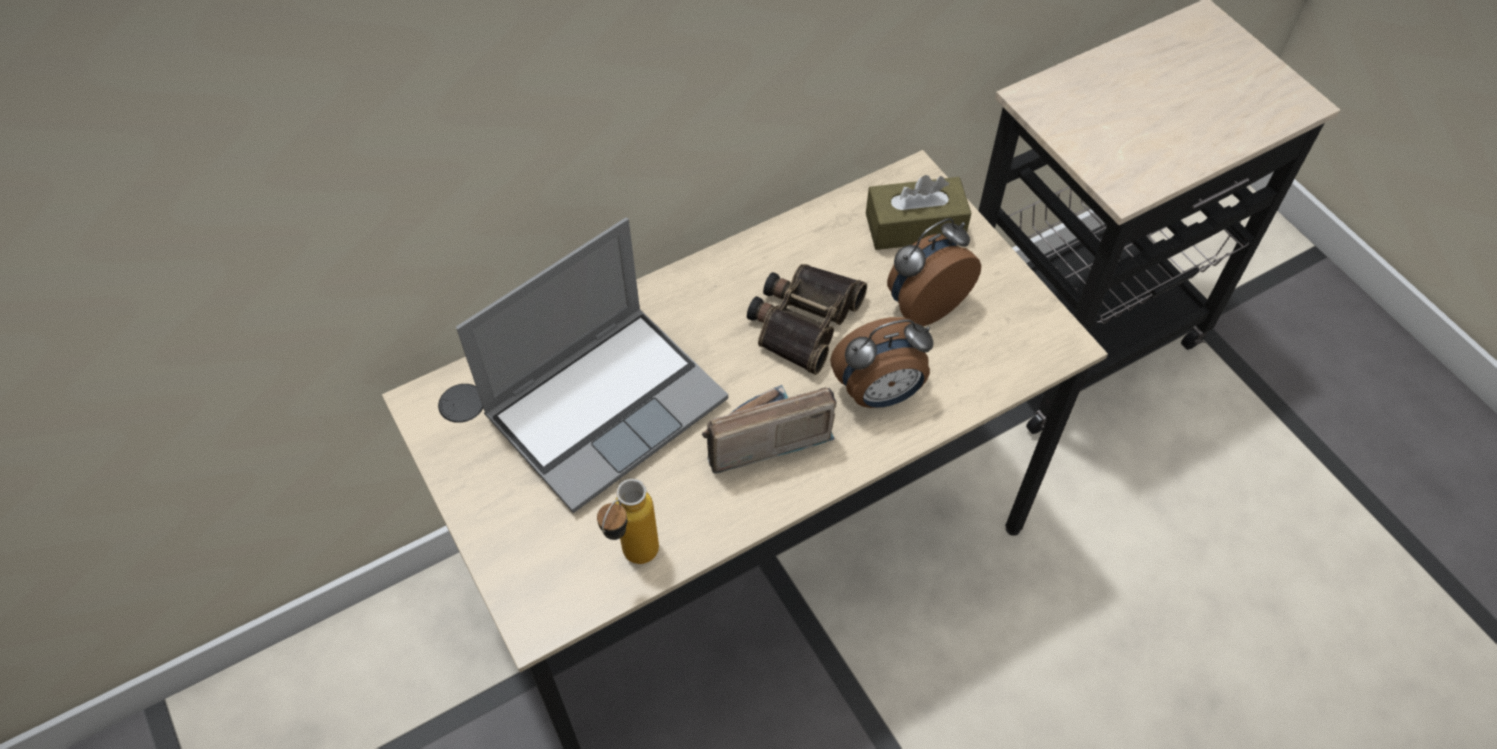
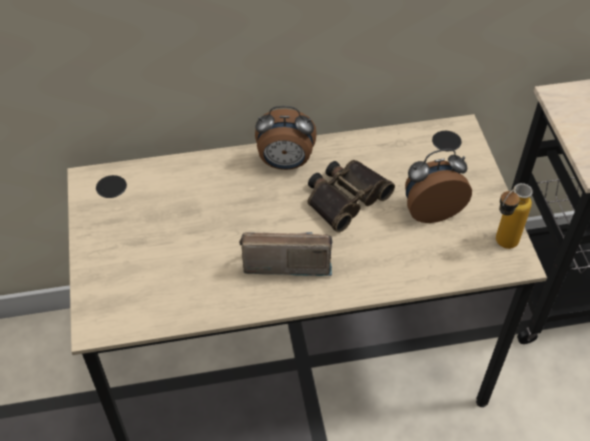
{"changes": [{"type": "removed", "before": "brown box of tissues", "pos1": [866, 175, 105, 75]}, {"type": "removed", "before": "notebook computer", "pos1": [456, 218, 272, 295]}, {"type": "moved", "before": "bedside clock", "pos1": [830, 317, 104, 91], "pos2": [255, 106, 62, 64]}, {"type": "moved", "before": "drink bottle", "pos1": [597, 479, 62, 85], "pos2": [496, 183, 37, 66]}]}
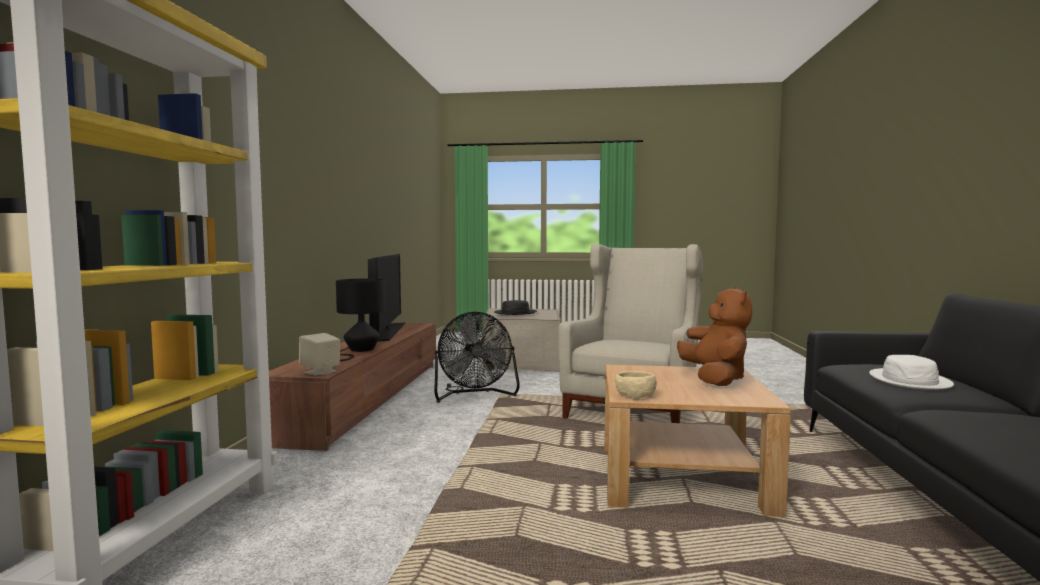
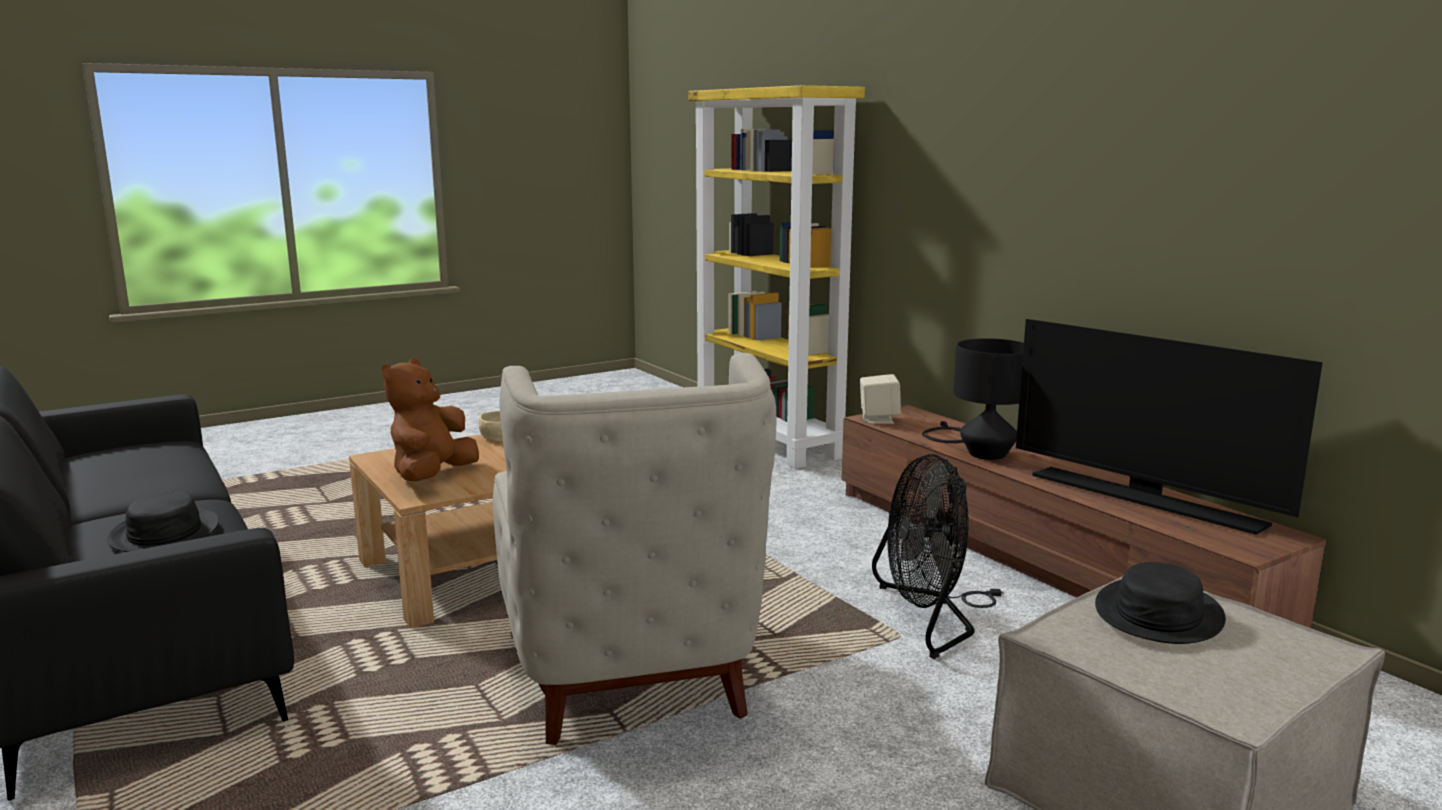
{"changes": [{"type": "turned", "before": "brown cuddly toy", "pos1": [677, 286, 75, 100], "pos2": [382, 358, 97, 123], "turn": 60}, {"type": "turned", "before": "black-coloured fan", "pos1": [434, 312, 86, 91], "pos2": [872, 454, 132, 205], "turn": -45}, {"type": "recoloured", "before": "white-coloured clothing hat", "after": "black-coloured clothing hat", "pos1": [869, 355, 85, 35], "pos2": [107, 492, 112, 60]}]}
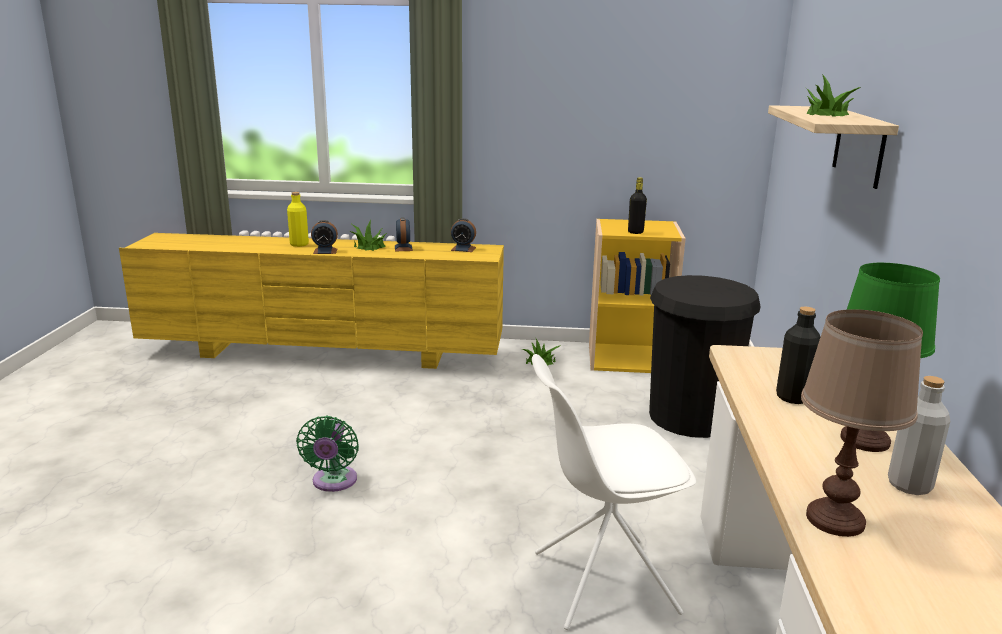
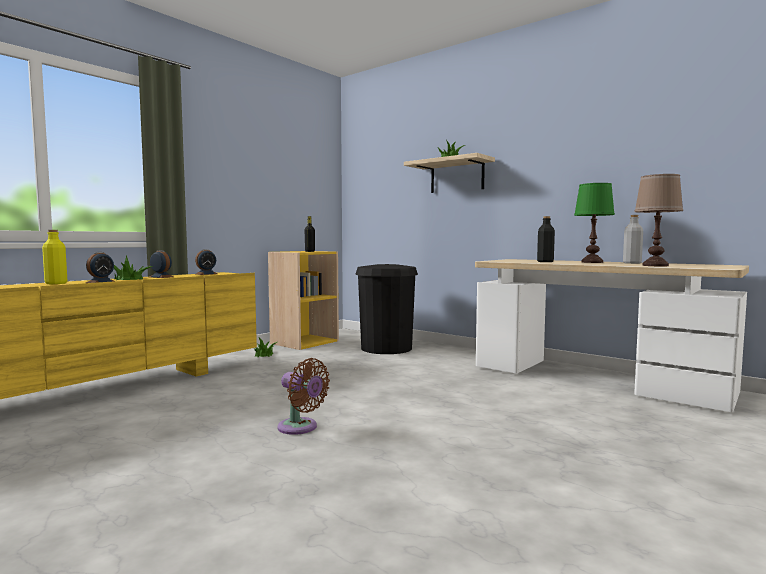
{"changes": [{"type": "removed", "before": "white-coloured plain chair", "pos1": [532, 354, 164, 276]}, {"type": "recoloured", "before": "green-coloured fan", "after": "brown fan", "pos1": [296, 416, 63, 76], "pos2": [277, 358, 53, 77]}]}
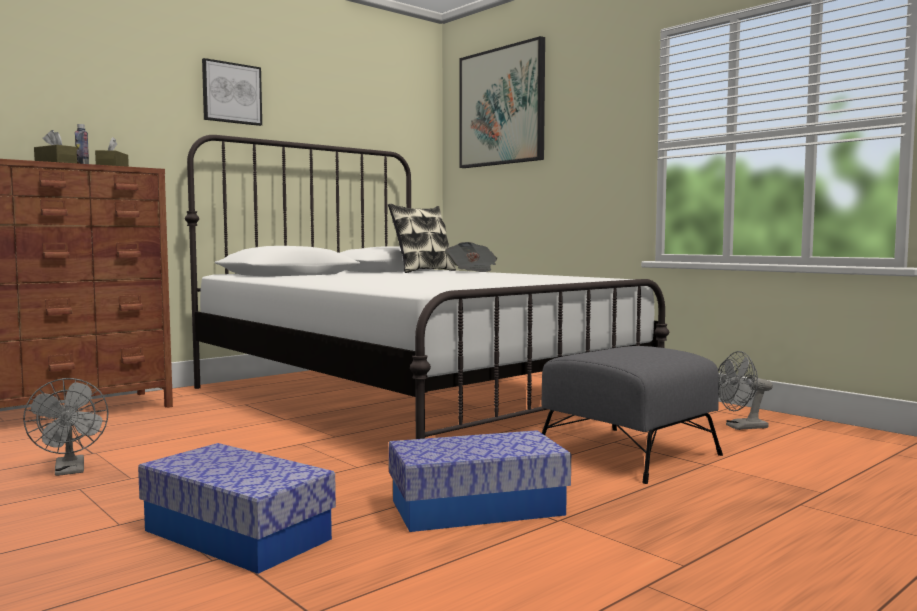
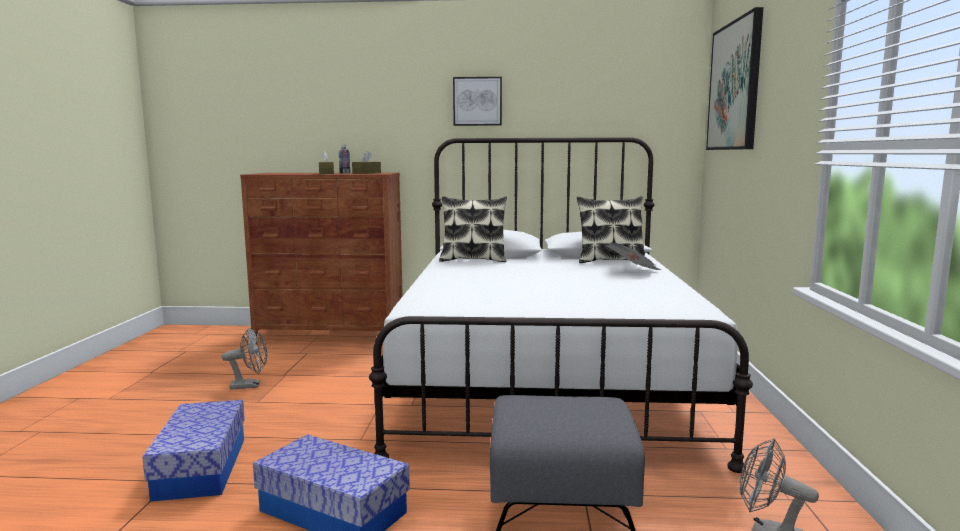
{"changes": [{"type": "turned", "before": "grey fan", "pos1": [23, 378, 85, 98], "pos2": [222, 327, 45, 62], "turn": -120}, {"type": "added", "after": "cushion", "pos2": [439, 196, 68, 66]}]}
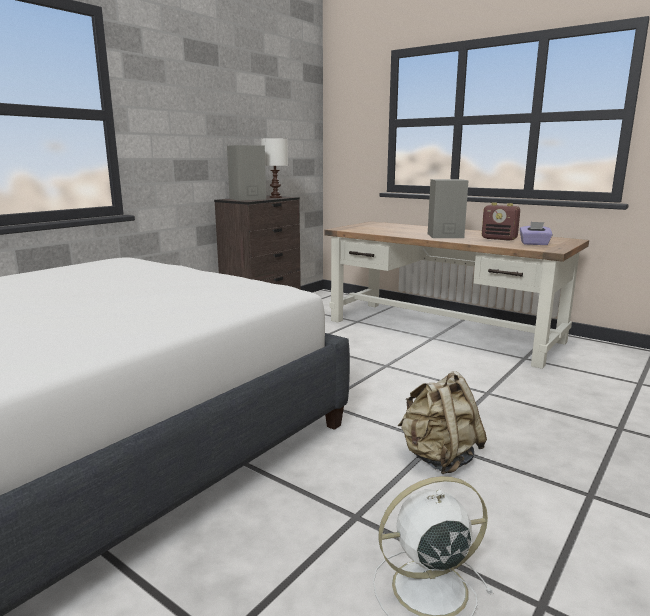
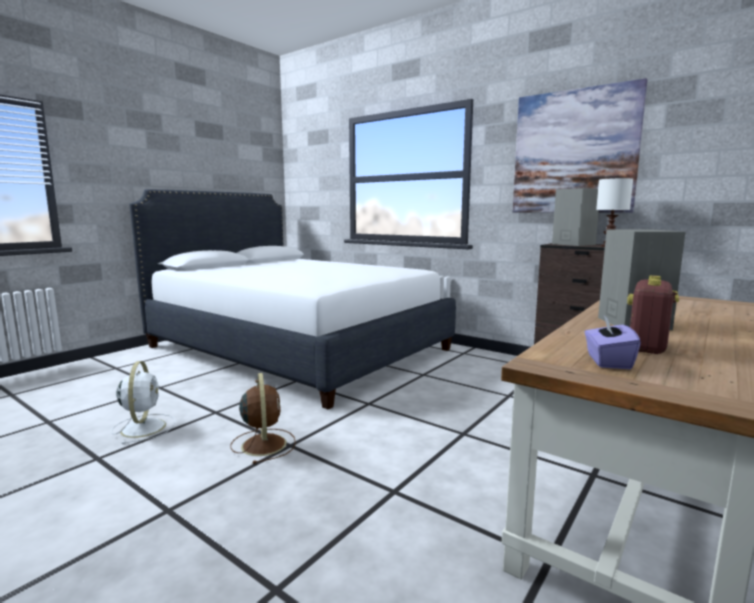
{"changes": [{"type": "replaced", "before": "sand-coloured knapsack", "after": "brown fan", "pos1": [398, 371, 89, 103], "pos2": [230, 373, 66, 91]}, {"type": "added", "after": "picture", "pos2": [513, 78, 134, 135]}]}
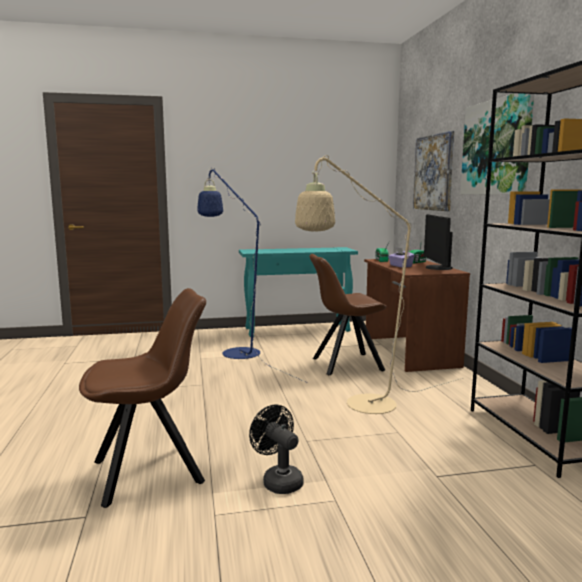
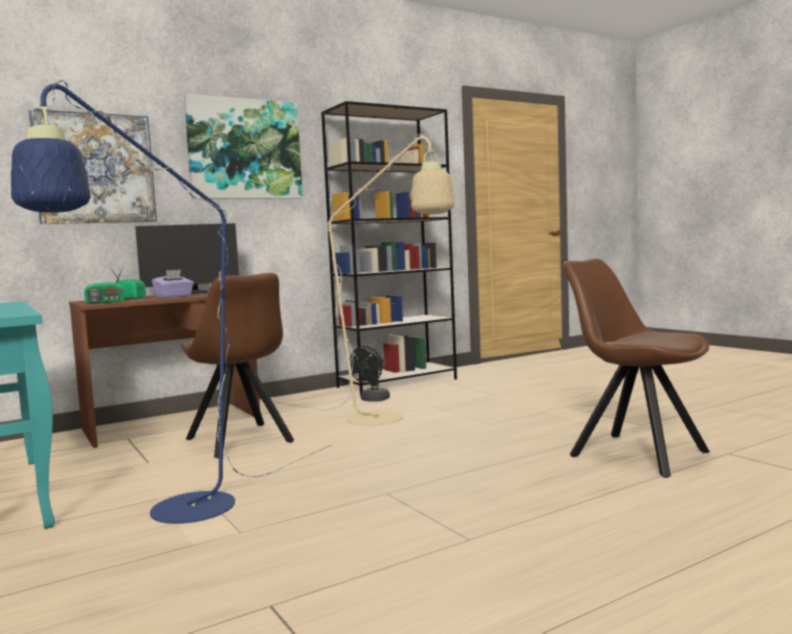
{"changes": [{"type": "moved", "before": "black-coloured fan", "pos1": [249, 404, 55, 90], "pos2": [350, 346, 40, 56]}]}
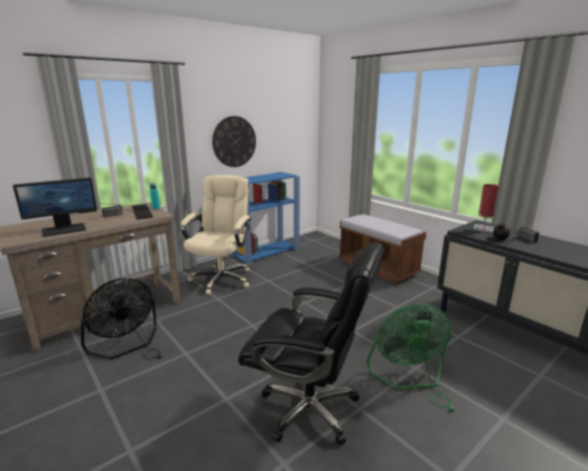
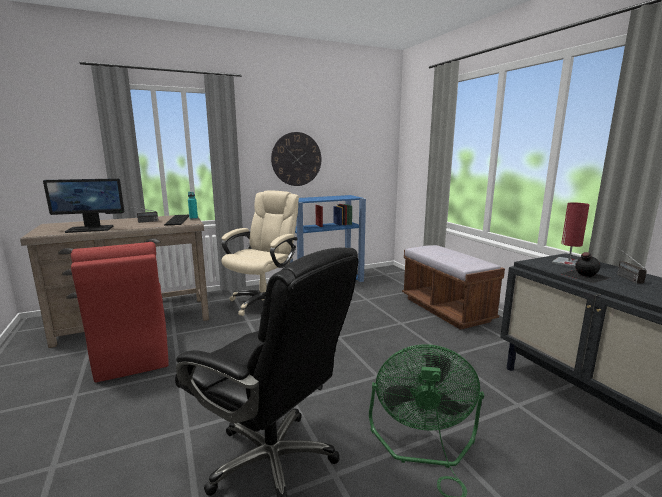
{"changes": [{"type": "replaced", "before": "black-coloured fan", "after": "red plain chair", "pos1": [80, 278, 82, 81], "pos2": [71, 242, 98, 141]}]}
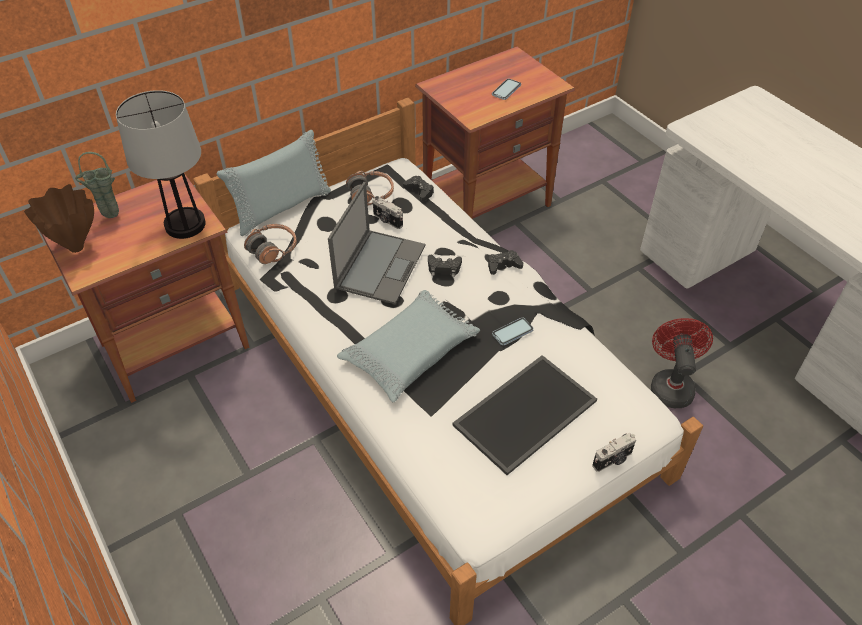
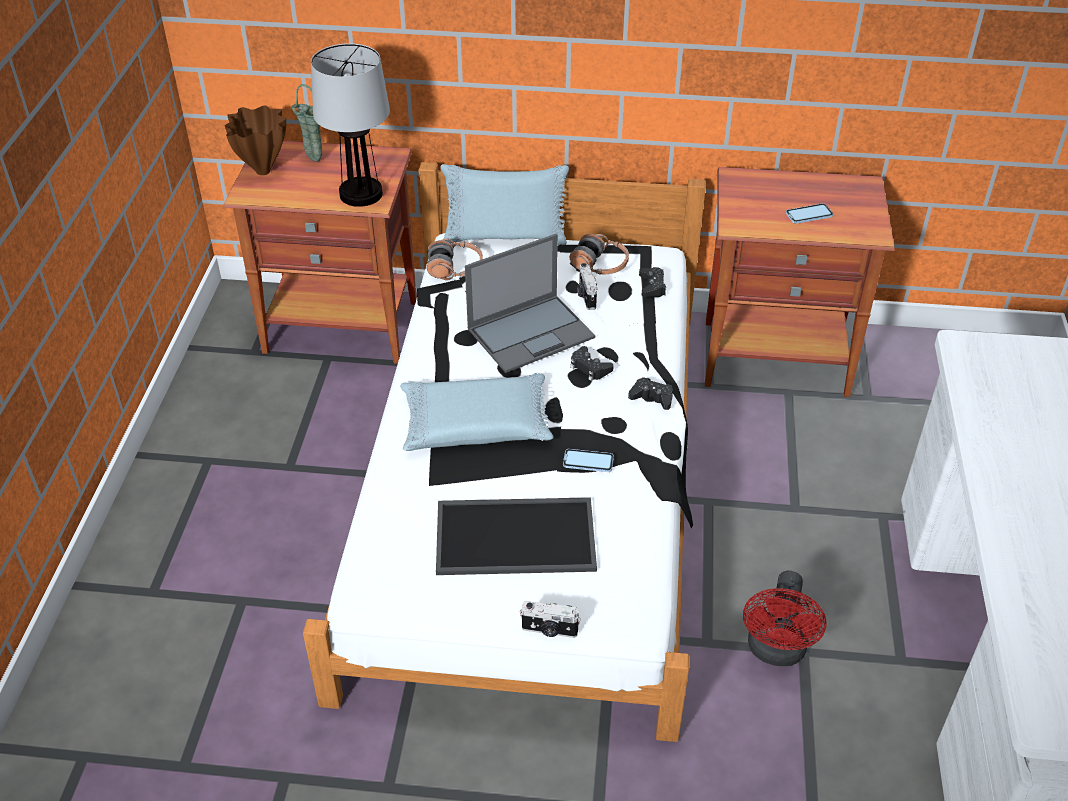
{"changes": [{"type": "turned", "before": "red fan", "pos1": [651, 318, 62, 90], "pos2": [743, 571, 84, 95], "turn": 150}]}
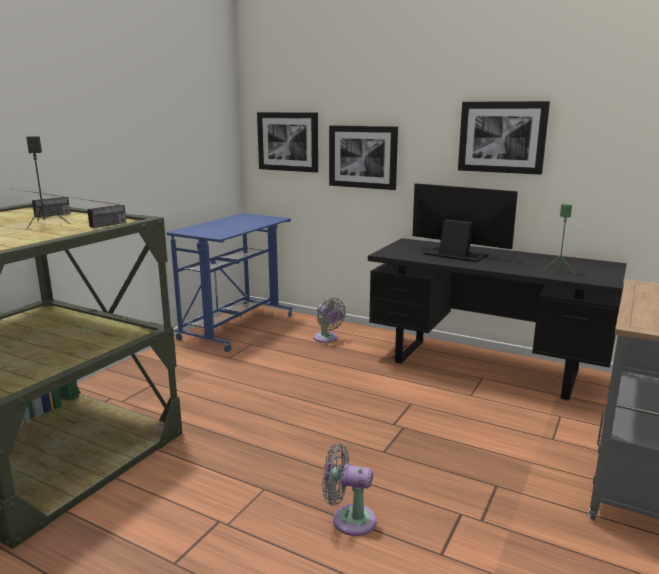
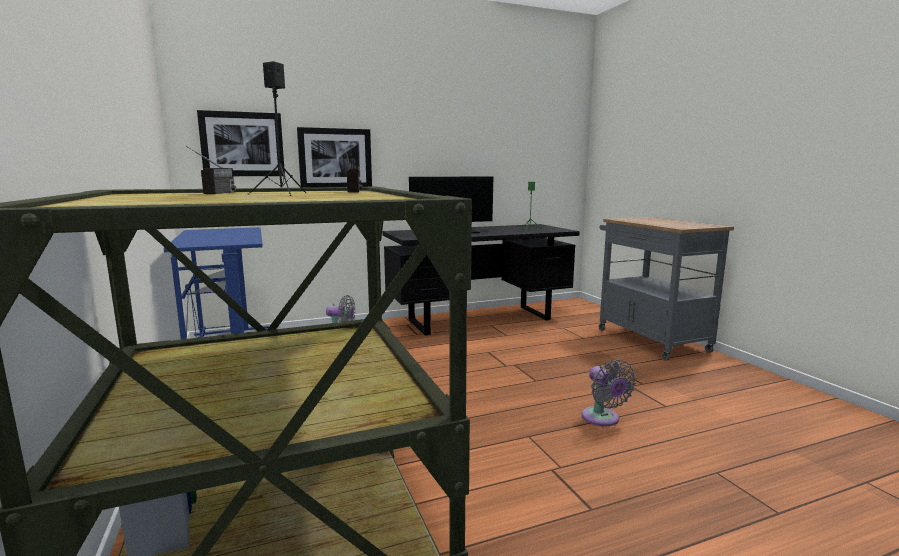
{"changes": [{"type": "removed", "before": "picture", "pos1": [458, 101, 92, 74]}, {"type": "turned", "before": "grey fan", "pos1": [322, 443, 54, 93], "pos2": [582, 359, 54, 67], "turn": -75}]}
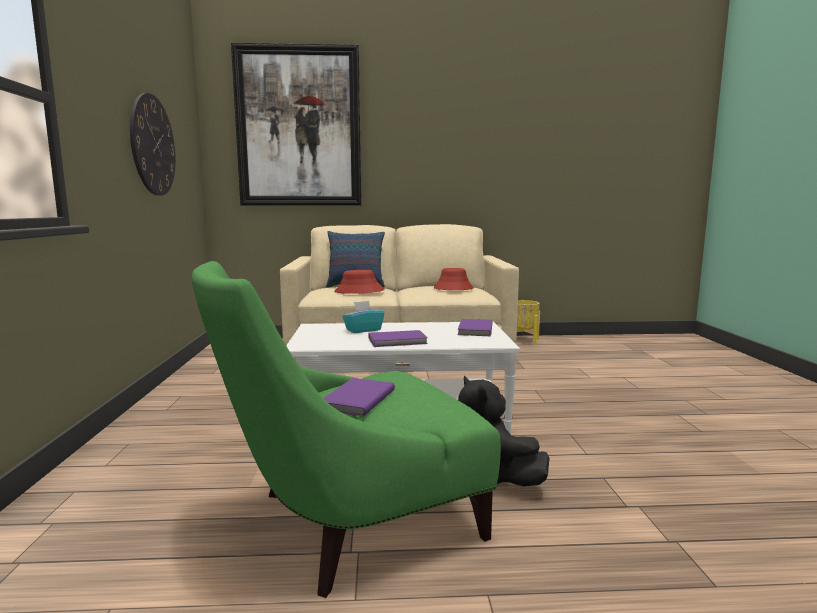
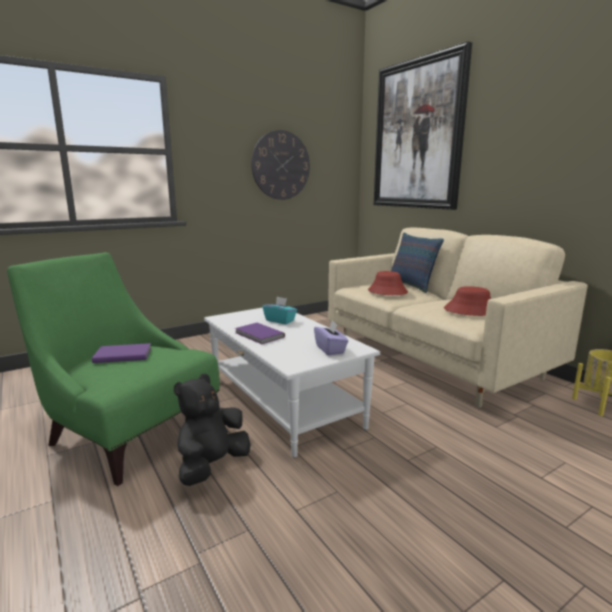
{"changes": [{"type": "replaced", "before": "purple bound book", "after": "purple box of tissues", "pos1": [458, 319, 34, 17], "pos2": [314, 320, 34, 35]}]}
